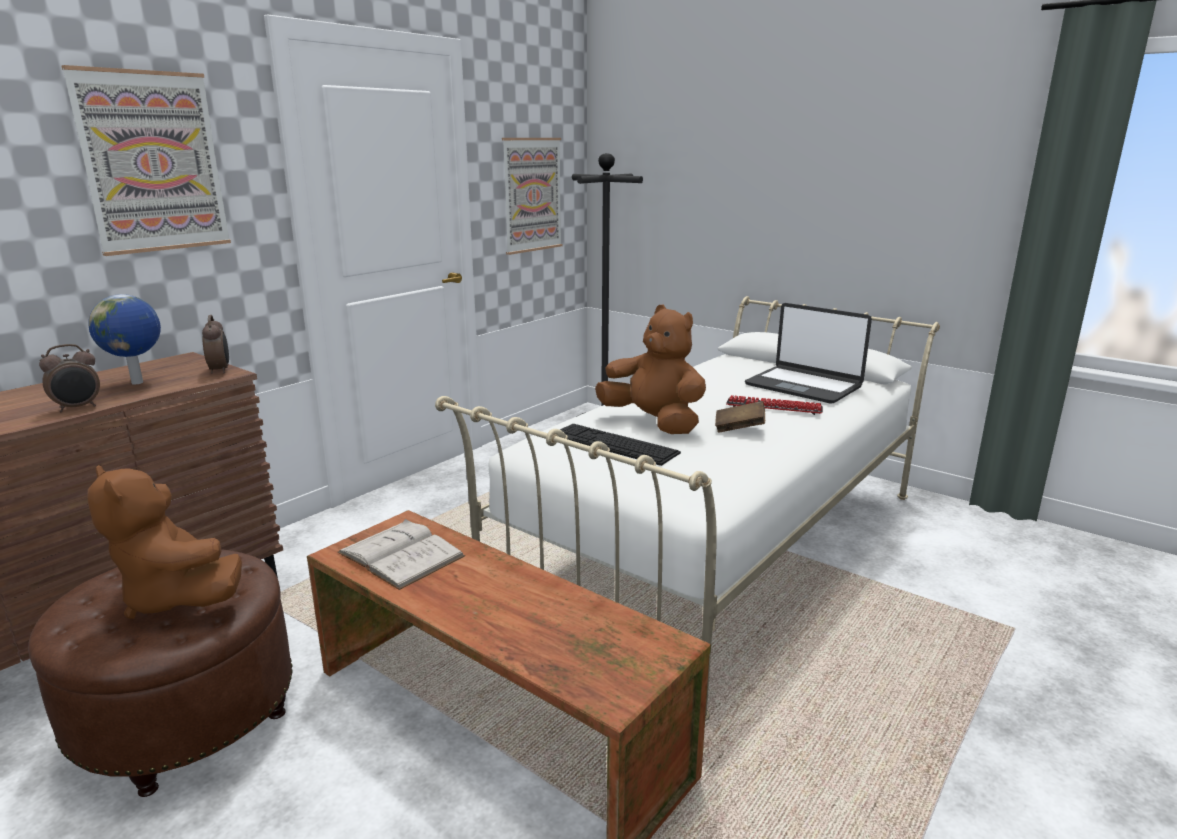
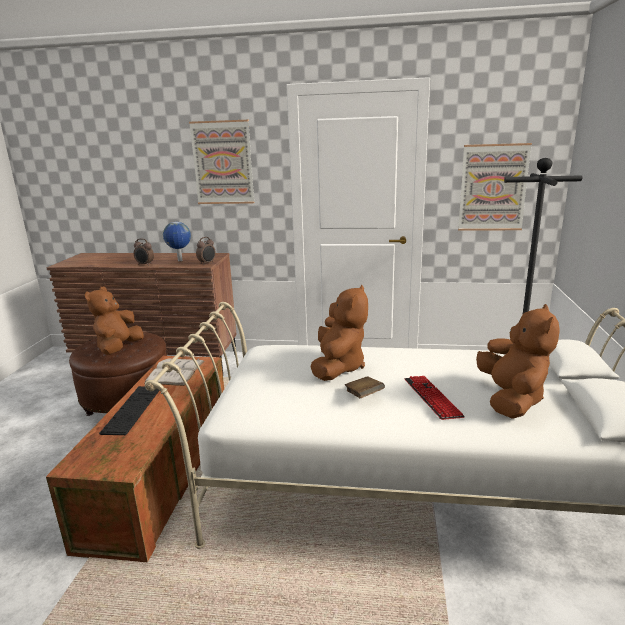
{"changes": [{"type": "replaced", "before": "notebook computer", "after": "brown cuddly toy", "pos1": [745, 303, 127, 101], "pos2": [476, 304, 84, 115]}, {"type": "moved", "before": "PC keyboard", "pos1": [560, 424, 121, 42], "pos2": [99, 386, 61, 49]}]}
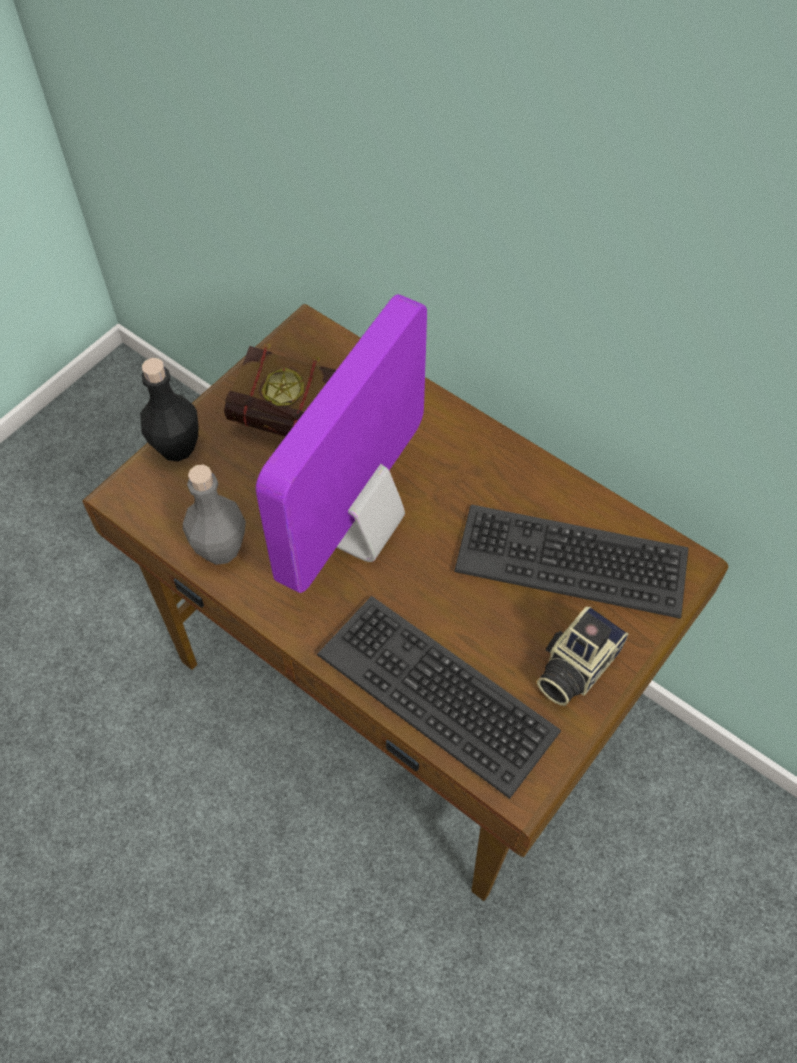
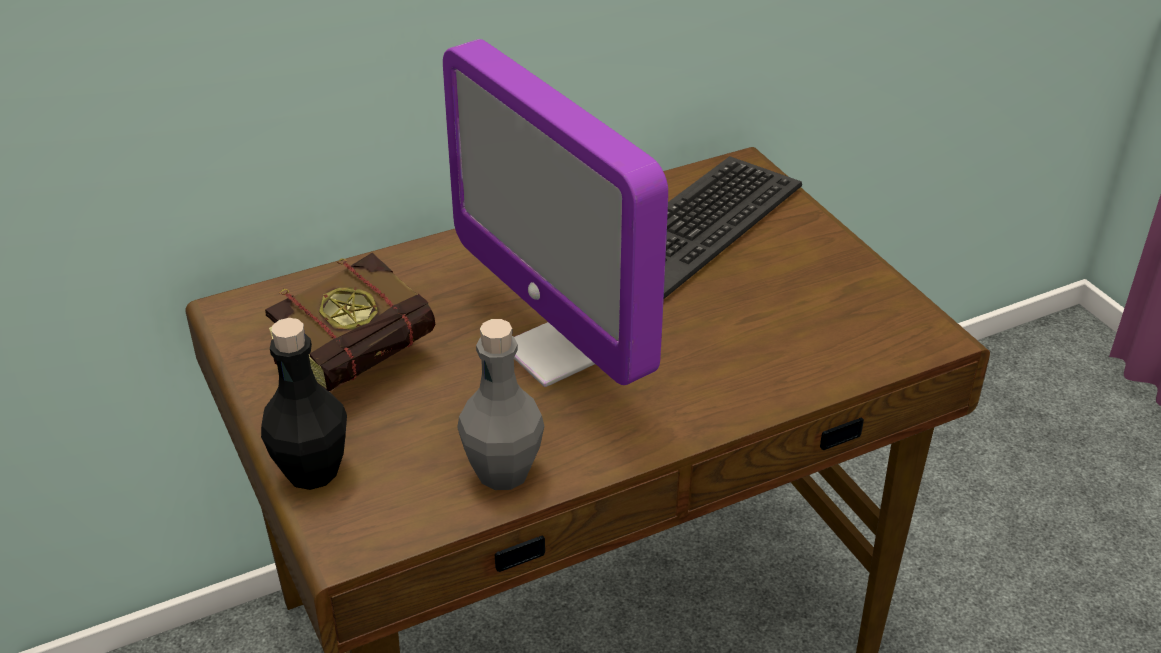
{"changes": [{"type": "removed", "before": "PC keyboard", "pos1": [317, 596, 244, 203]}, {"type": "removed", "before": "still camera", "pos1": [537, 606, 92, 100]}]}
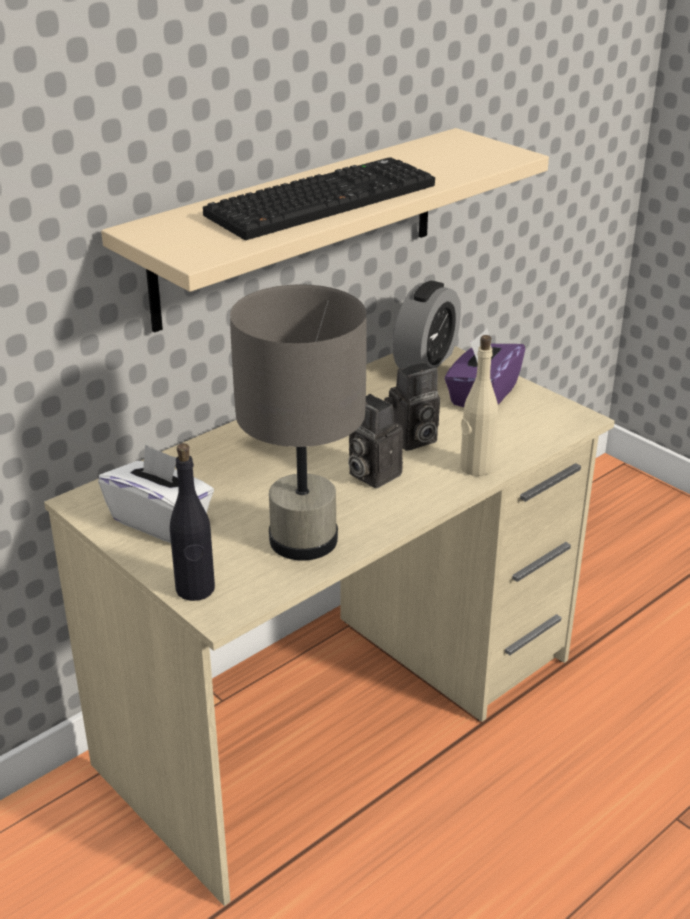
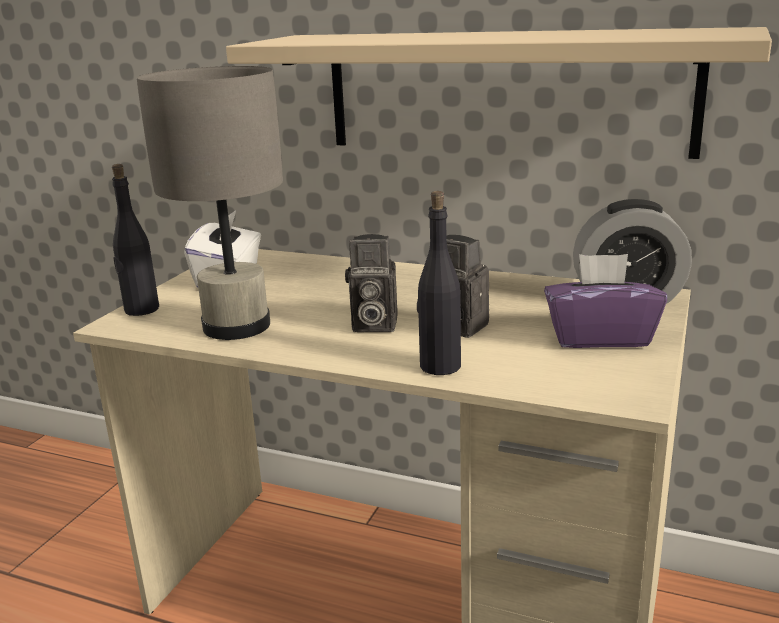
{"changes": [{"type": "removed", "before": "PC keyboard", "pos1": [203, 157, 232, 83]}, {"type": "recoloured", "before": "sand-coloured drink bottle", "after": "black-coloured drink bottle", "pos1": [460, 335, 38, 141], "pos2": [417, 191, 44, 184]}, {"type": "turned", "before": "still camera", "pos1": [348, 394, 55, 94], "pos2": [345, 234, 53, 98], "turn": -105}]}
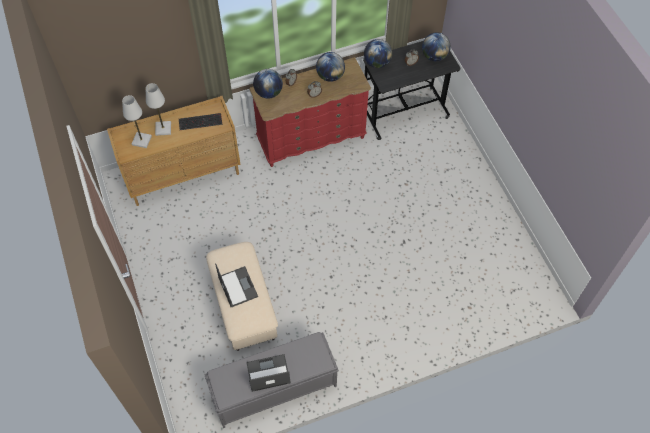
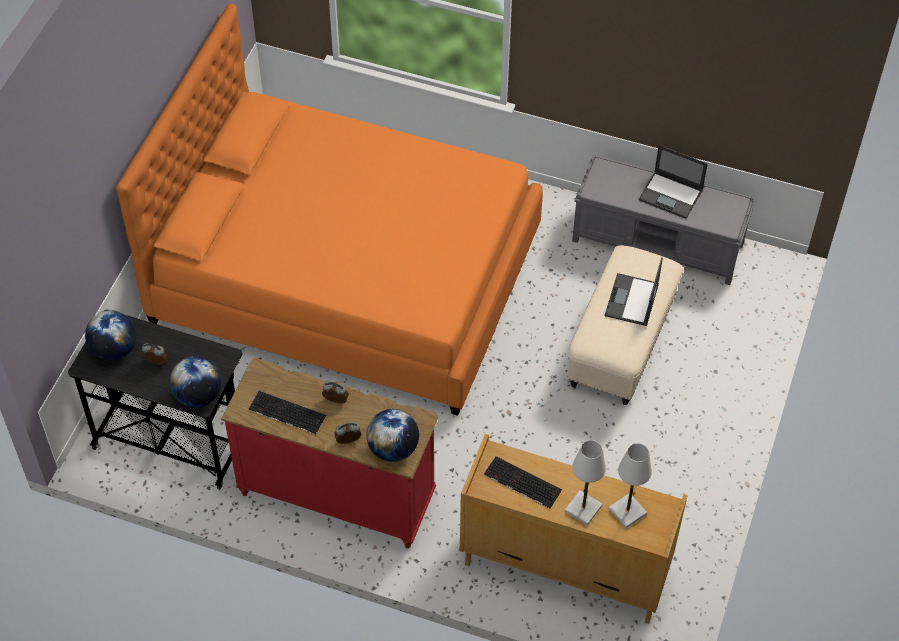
{"changes": [{"type": "replaced", "before": "globe", "after": "PC keyboard", "pos1": [316, 52, 29, 30], "pos2": [249, 391, 77, 43]}, {"type": "added", "after": "orangey bed", "pos2": [116, 3, 427, 413]}]}
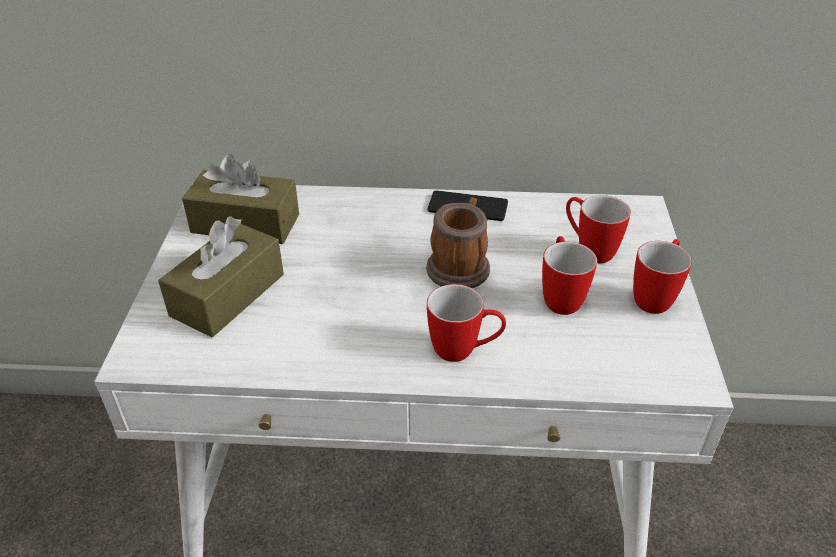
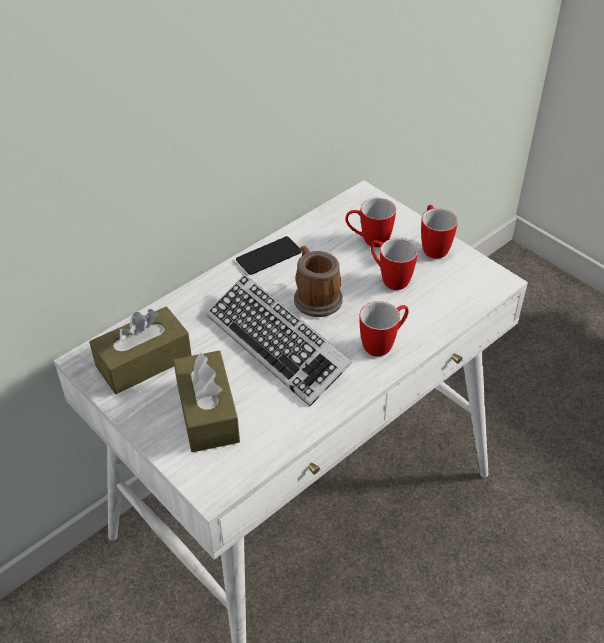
{"changes": [{"type": "added", "after": "PC keyboard", "pos2": [206, 275, 146, 131]}]}
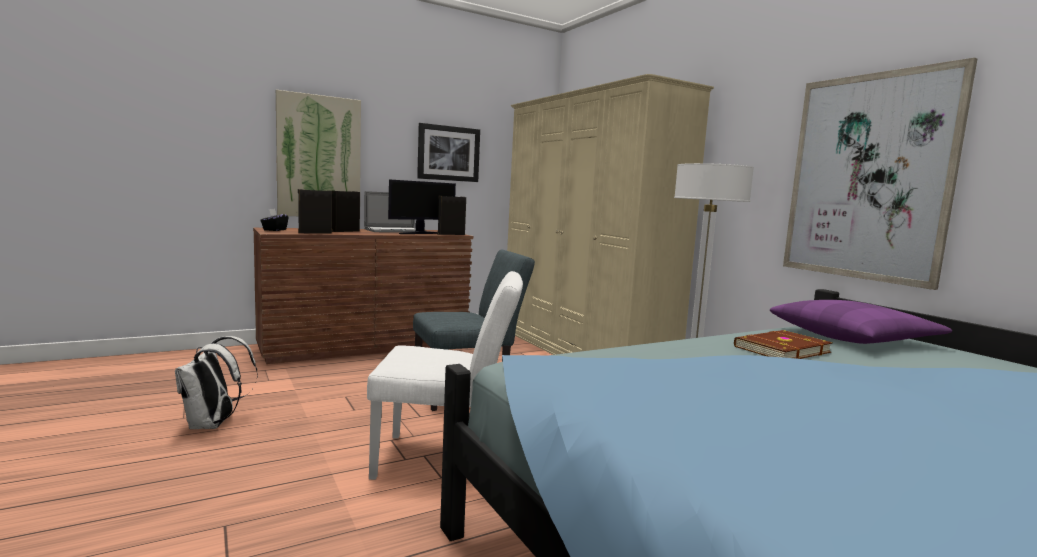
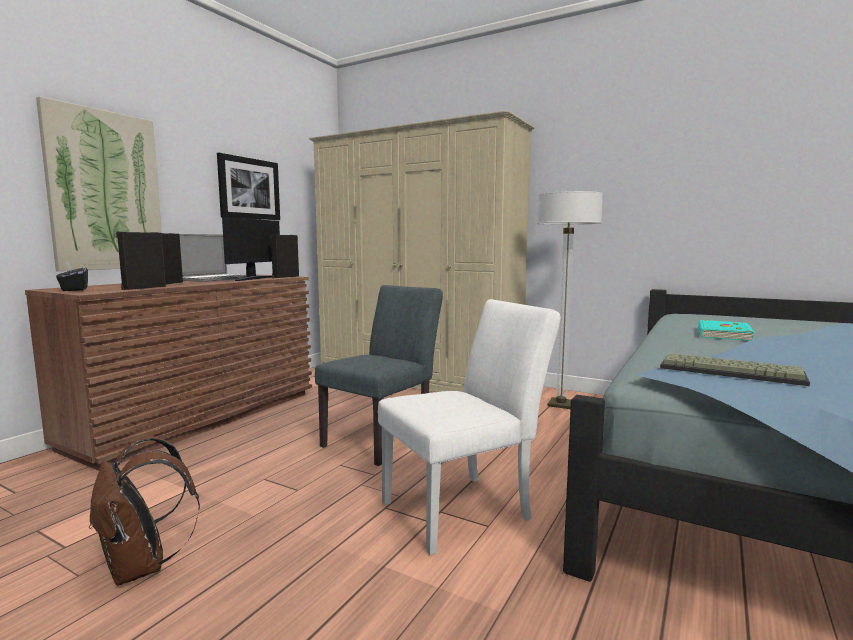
{"changes": [{"type": "removed", "before": "picture", "pos1": [783, 58, 194, 232]}, {"type": "removed", "before": "purple cushion", "pos1": [770, 300, 182, 44]}, {"type": "recoloured", "before": "brown bound book", "after": "turquoise-coloured bound book", "pos1": [734, 330, 98, 29], "pos2": [698, 320, 57, 21]}, {"type": "recoloured", "before": "white-coloured knapsack", "after": "brown knapsack", "pos1": [175, 336, 83, 93], "pos2": [89, 436, 111, 150]}, {"type": "added", "after": "PC keyboard", "pos2": [660, 353, 150, 33]}]}
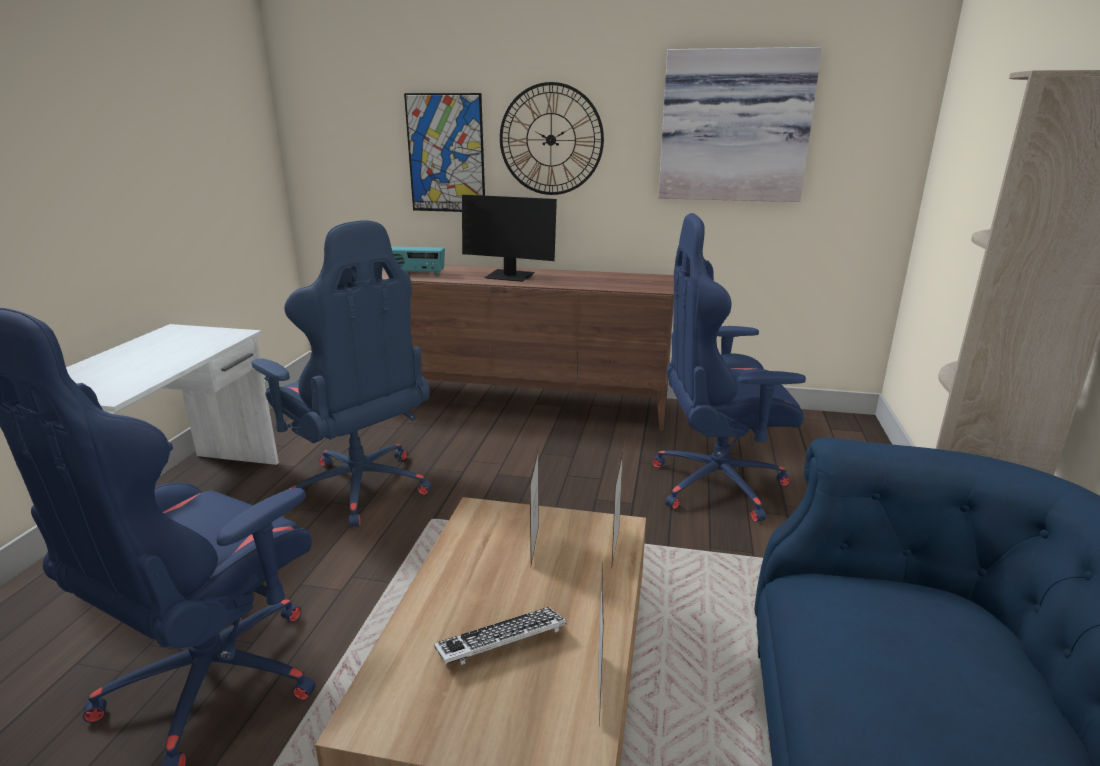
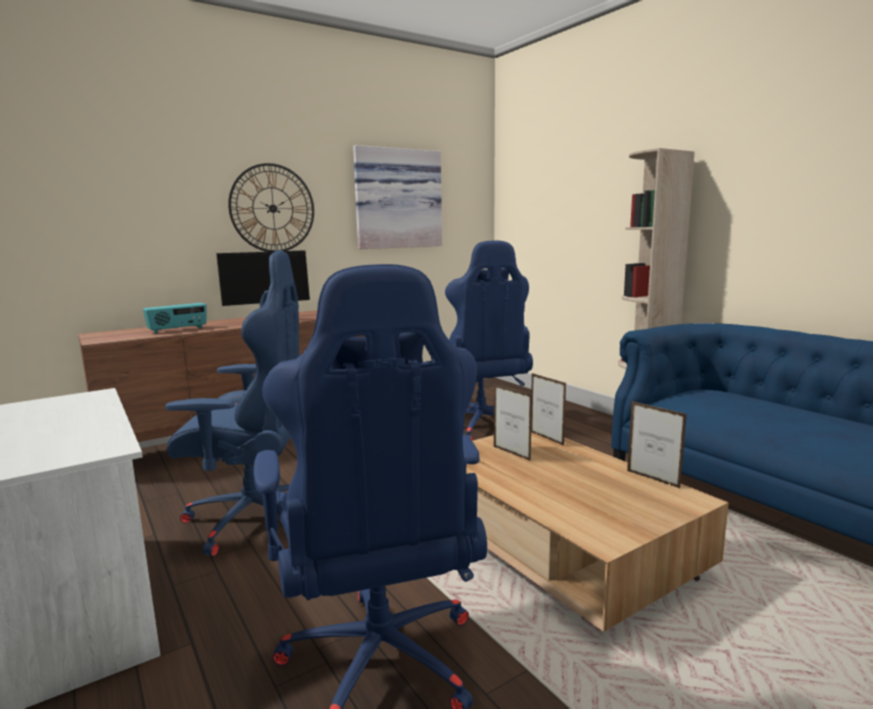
{"changes": [{"type": "removed", "before": "picture", "pos1": [404, 93, 81, 119]}, {"type": "turned", "before": "bluish computer chair", "pos1": [652, 213, 154, 309], "pos2": [445, 241, 88, 200], "turn": -60}, {"type": "removed", "before": "PC keyboard", "pos1": [434, 607, 133, 58]}]}
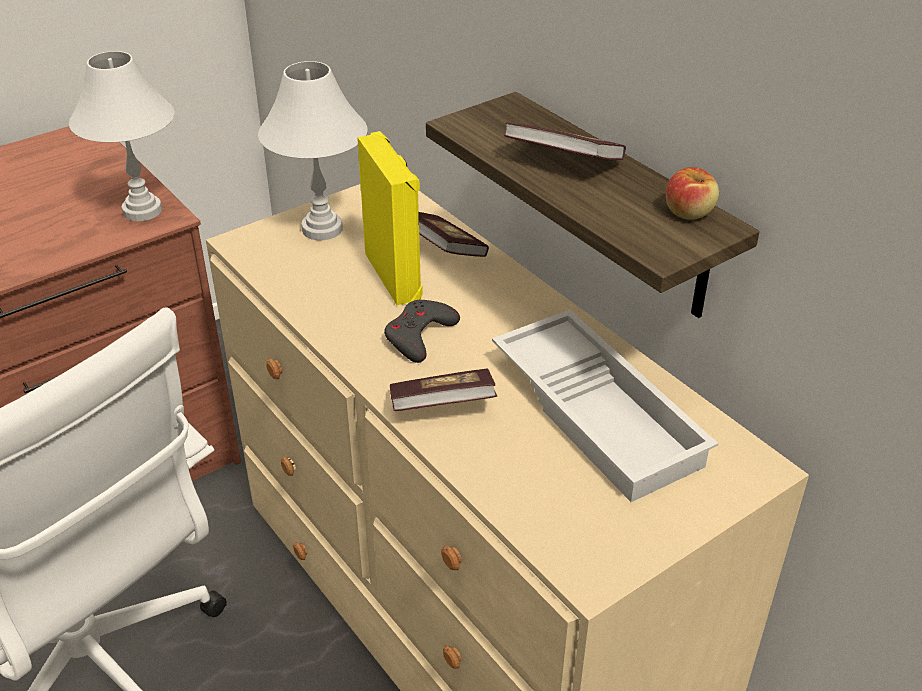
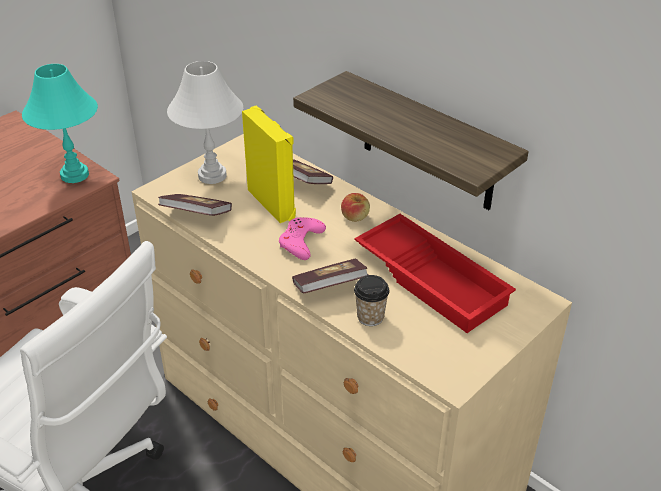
{"changes": [{"type": "recoloured", "before": "white-coloured table lamp", "after": "turquoise-coloured table lamp", "pos1": [69, 51, 106, 170], "pos2": [22, 64, 76, 119]}, {"type": "moved", "before": "bound book", "pos1": [504, 122, 122, 38], "pos2": [158, 194, 74, 22]}, {"type": "moved", "before": "apple fruit", "pos1": [666, 167, 53, 53], "pos2": [341, 193, 29, 29]}, {"type": "recoloured", "before": "grey gamepad", "after": "pink gamepad", "pos1": [384, 300, 76, 63], "pos2": [279, 217, 47, 43]}, {"type": "recoloured", "before": "white-coloured carrying tray", "after": "red carrying tray", "pos1": [492, 309, 226, 193], "pos2": [355, 214, 161, 119]}, {"type": "added", "after": "small cup", "pos2": [354, 275, 35, 51]}]}
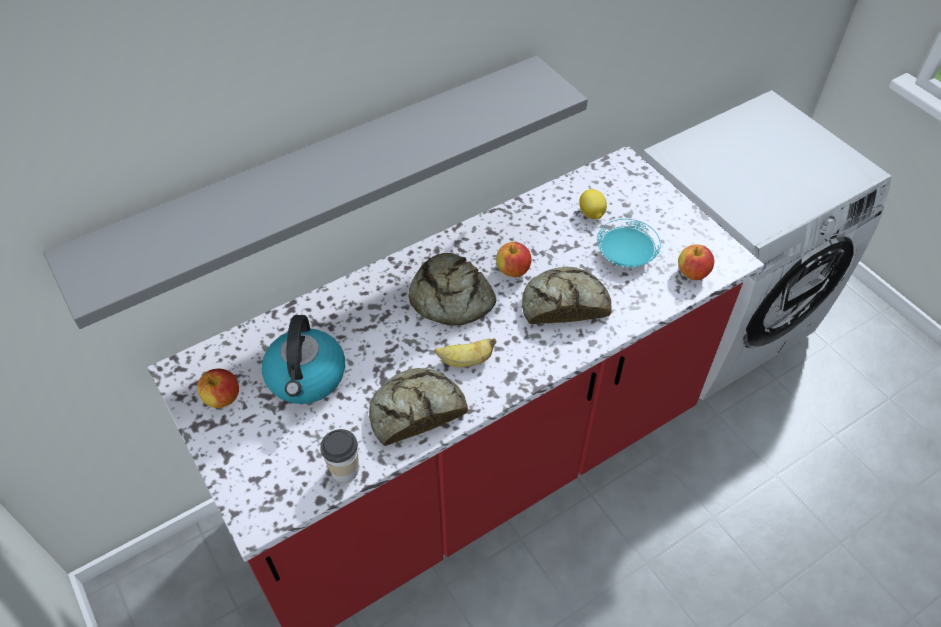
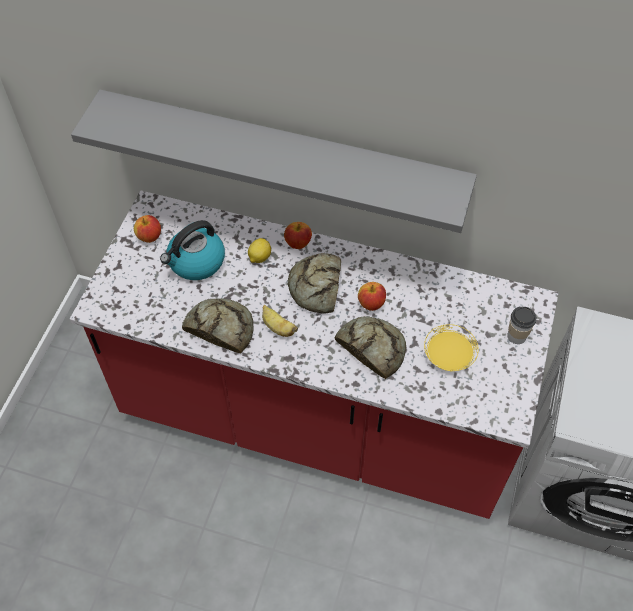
{"changes": [{"type": "moved", "before": "whole lemon", "pos1": [579, 189, 28, 30], "pos2": [248, 238, 23, 25]}, {"type": "recoloured", "before": "turquoise-coloured flat dish", "after": "yellow flat dish", "pos1": [597, 219, 64, 48], "pos2": [424, 324, 55, 47]}, {"type": "moved", "before": "apple fruit", "pos1": [678, 245, 36, 35], "pos2": [284, 222, 28, 27]}, {"type": "moved", "before": "small cup", "pos1": [320, 429, 39, 54], "pos2": [507, 307, 30, 37]}]}
